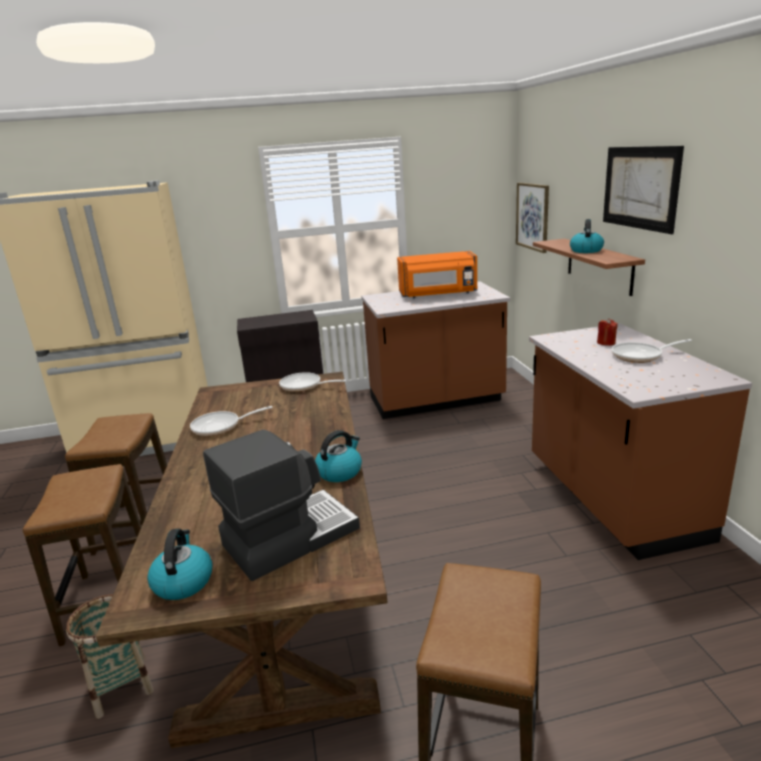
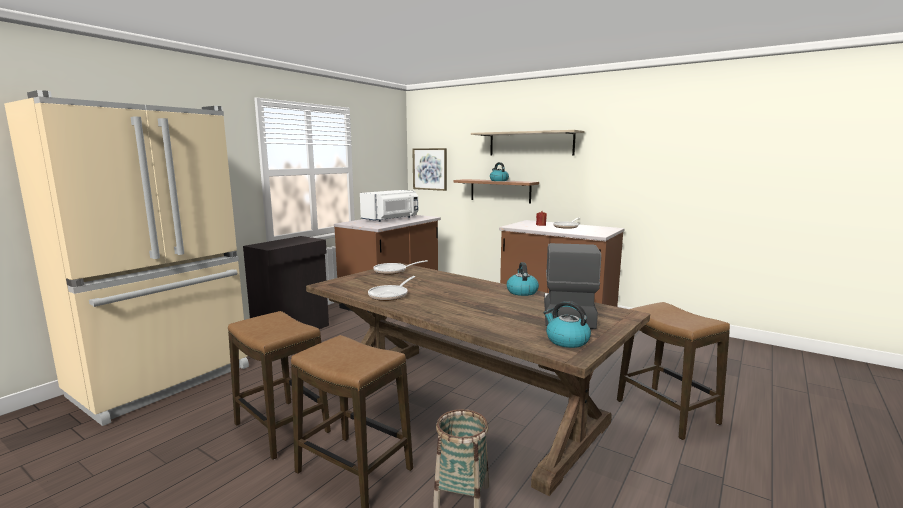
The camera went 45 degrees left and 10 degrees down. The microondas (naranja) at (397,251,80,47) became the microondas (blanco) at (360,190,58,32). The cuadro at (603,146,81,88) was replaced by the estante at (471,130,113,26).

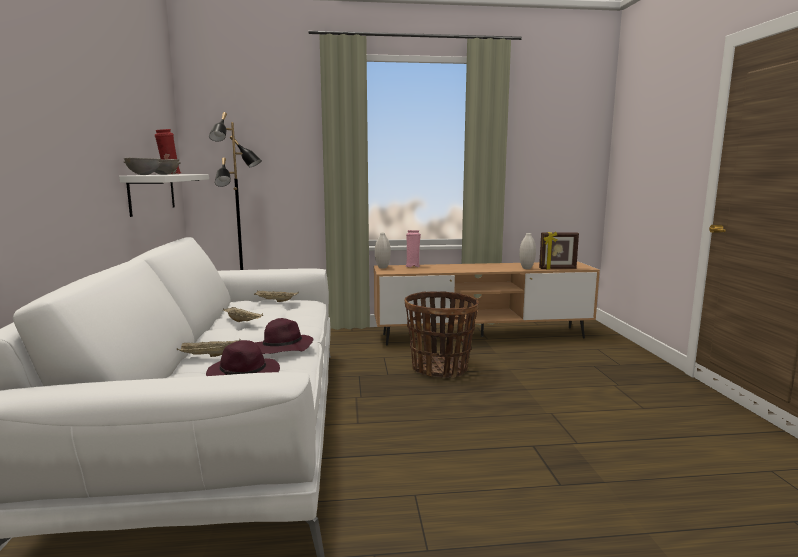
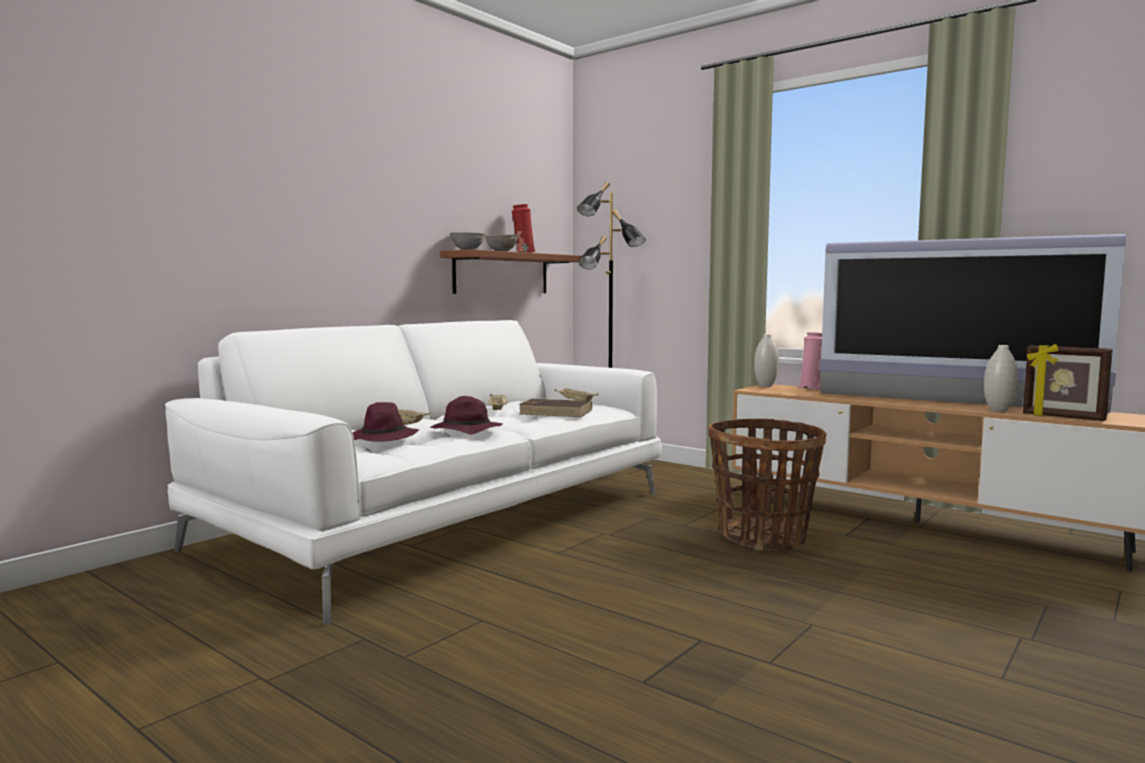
The camera went 45 degrees right and 5 degrees down. The estante (blanco) at (119,174,90,43) became the estante (marrón) at (440,249,142,45). The libro (marrón) at (519,399,73,18) appeared. The televisor at (819,234,307,179) appeared.

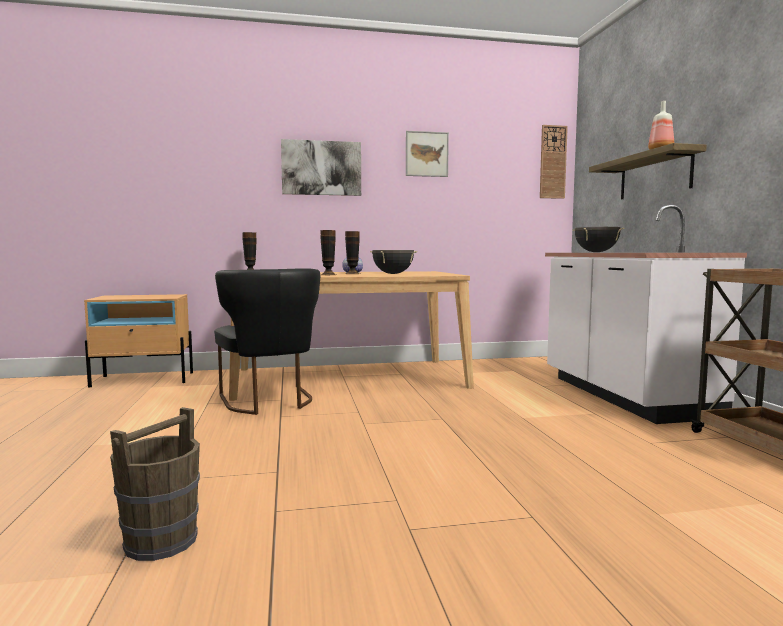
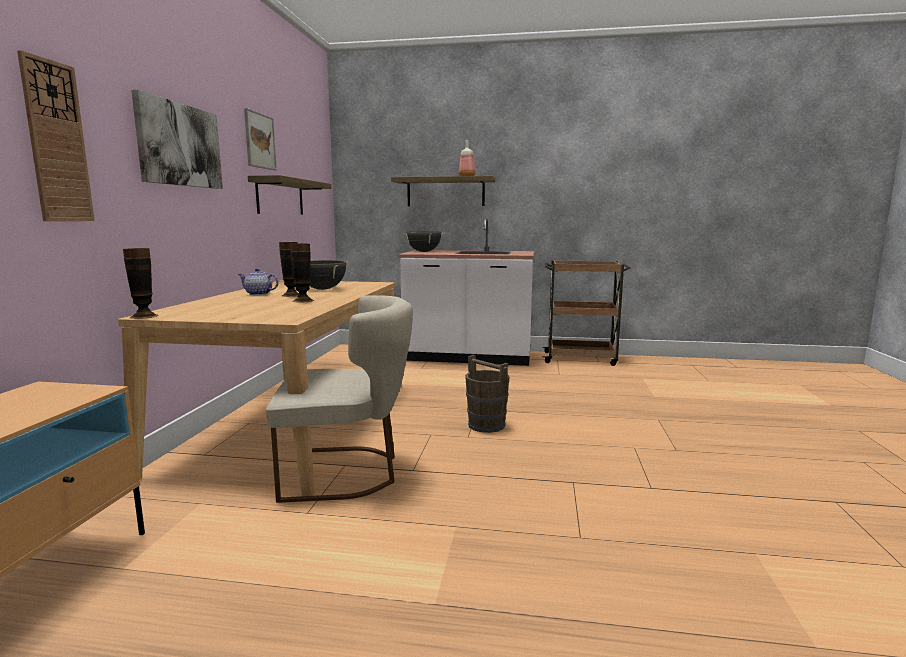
The camera went 70 degrees left and 5 degrees up. The reloj de pared moved from (540,125,28,74) to (17,50,78,171). The estante at (248,175,84,40) appeared. The silla (negro) at (214,268,106,147) became the silla (beis) at (266,296,147,207). The cubo (marrón) moved from (110,407,90,154) to (465,355,44,78).

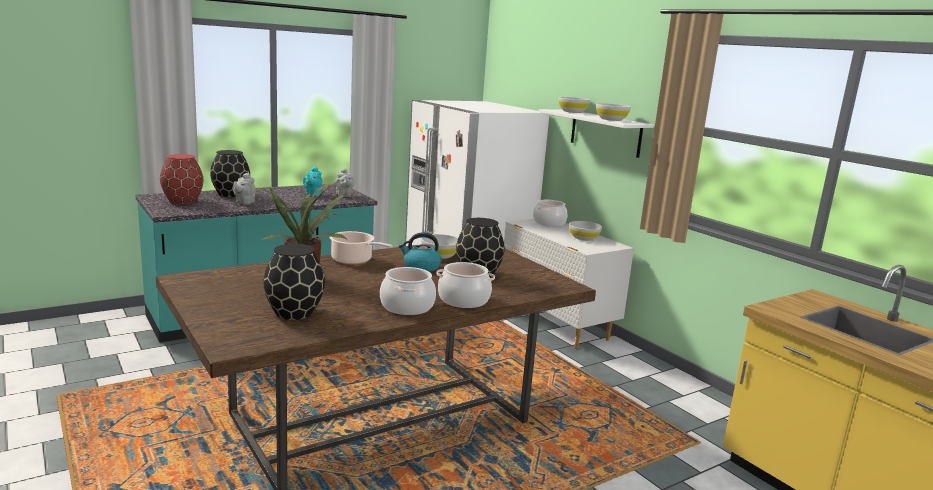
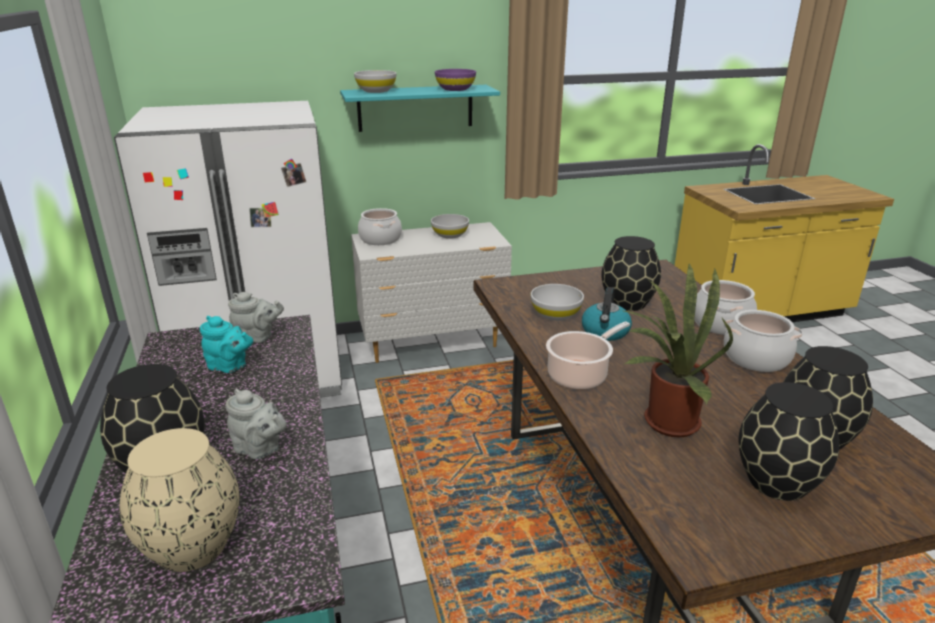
The camera went 70 degrees left and 10 degrees up. The florero (rojo) at (160,154,43,50) became the florero (beis) at (120,428,119,144). The estante (blanco) at (539,109,115,49) became the estante (turquesa) at (340,85,160,47). The cuenco (blanco) at (596,103,35,18) became the cuenco (morado) at (435,69,41,22). The florero (negro) at (739,382,100,119) appeared.

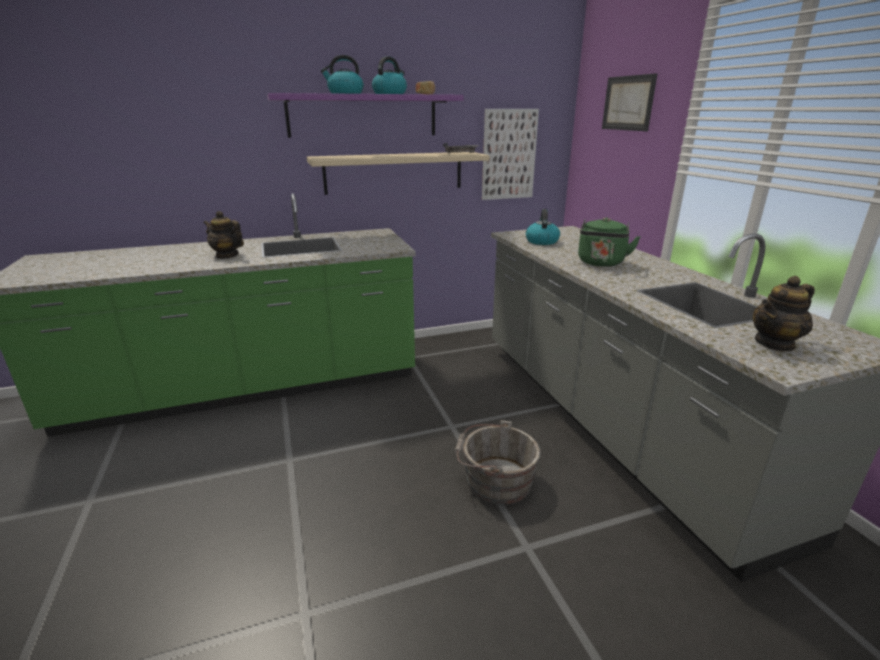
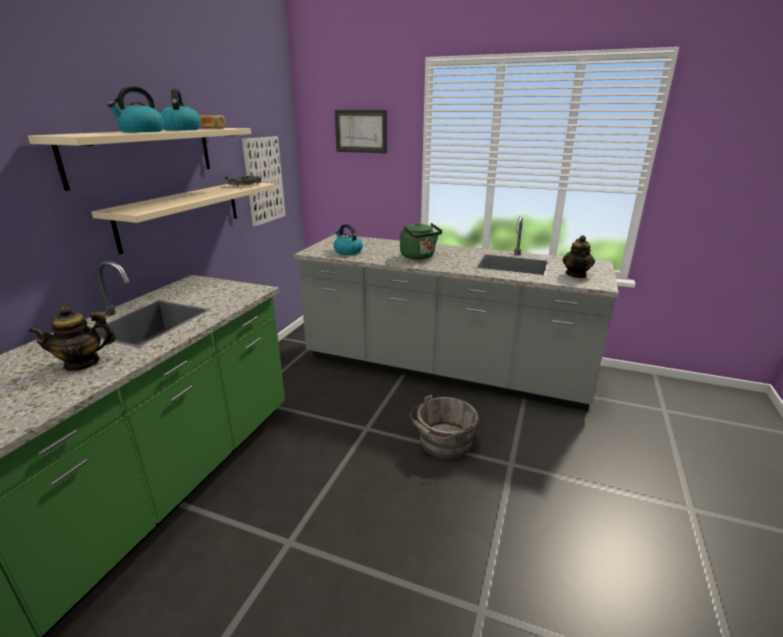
The camera went 50 degrees left and 0 degrees up. The estante (morado) at (267,93,197,45) became the estante (beis) at (28,128,223,63).

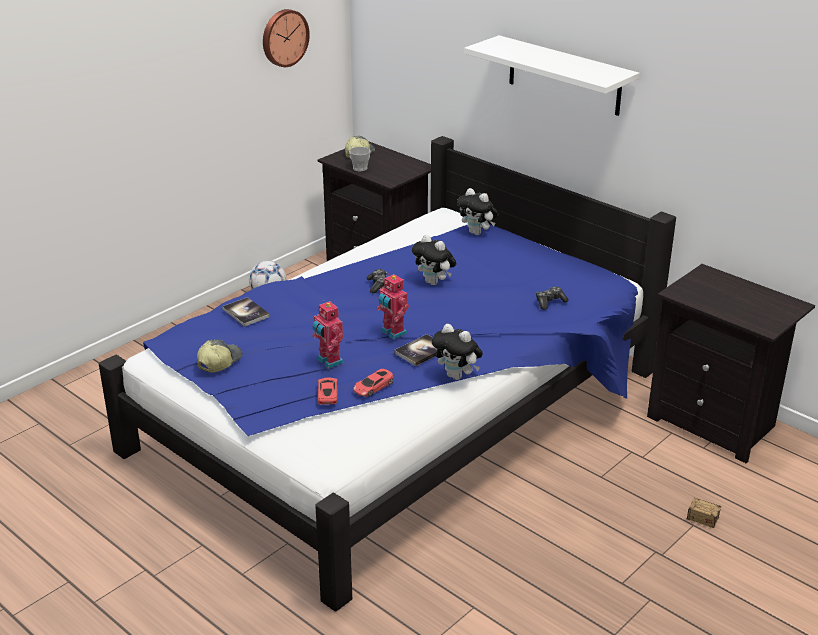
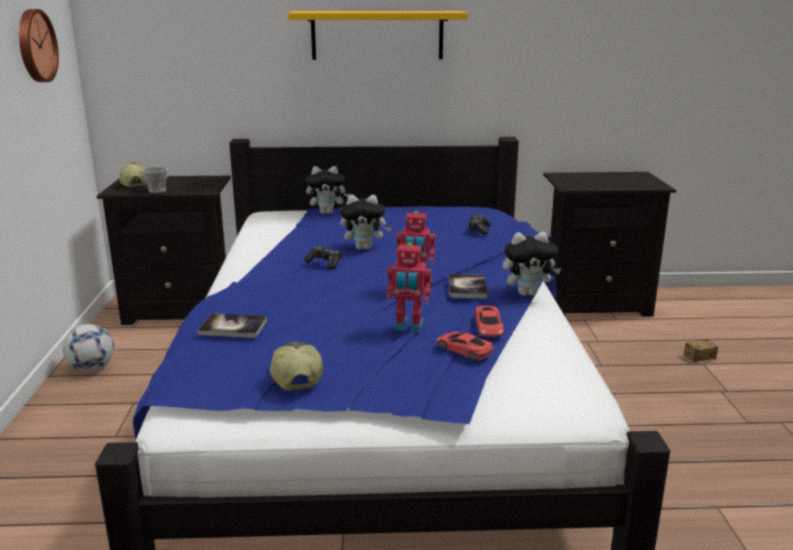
The camera went 45 degrees left and 10 degrees down. The estante (blanco) at (464,35,176,81) became the estante (amarillo) at (288,11,180,49).

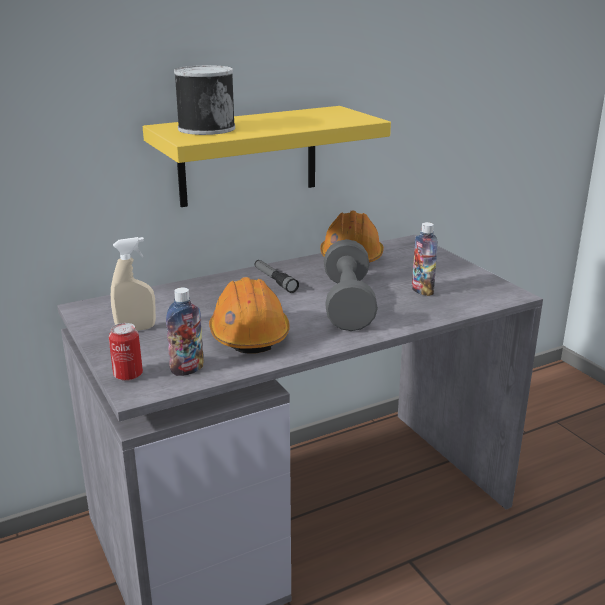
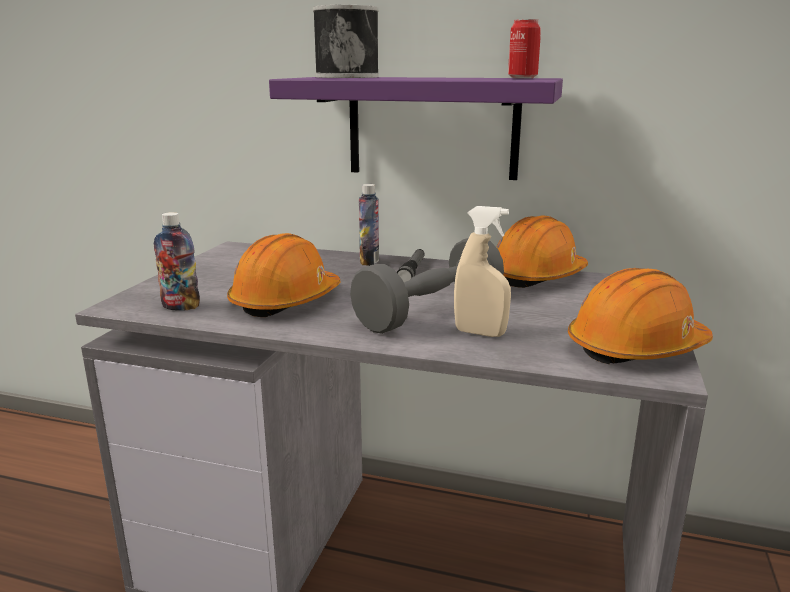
The camera went 45 degrees right and 5 degrees down. The estante (amarillo) at (143,106,248,101) became the estante (morado) at (269,77,294,103). The botella moved from (412,222,26,74) to (359,184,20,82). The pulverizador (beis) moved from (111,237,45,94) to (454,206,57,131). The lata moved from (109,323,34,58) to (508,19,33,59). The casco (naranja) at (568,268,145,96) appeared.

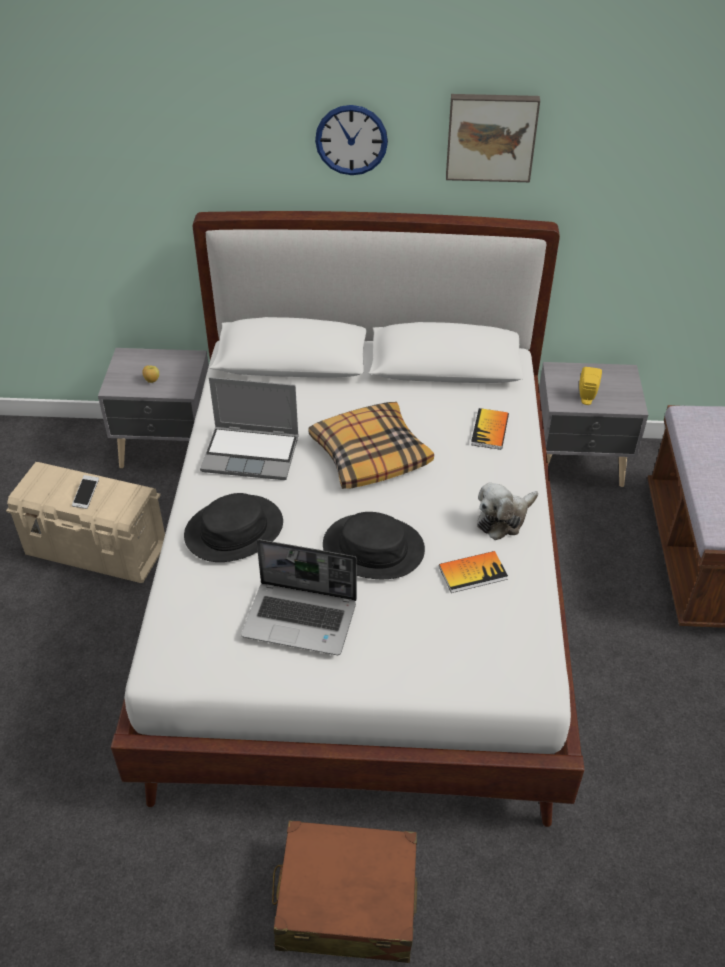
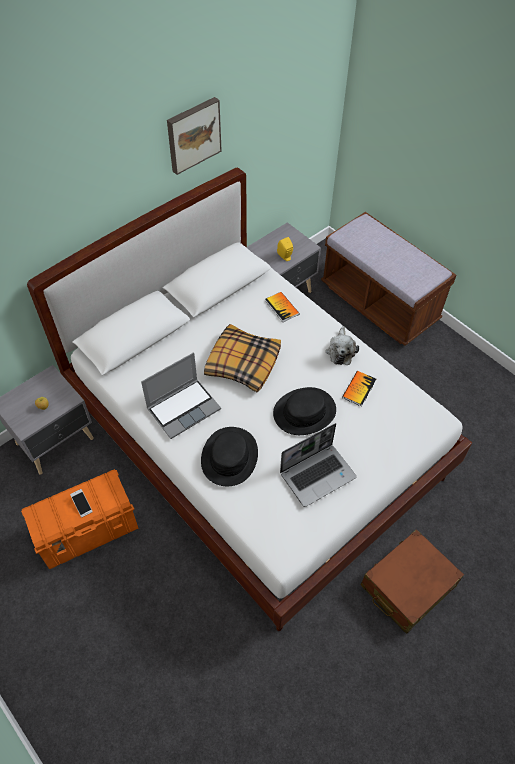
The camera went 45 degrees left and 10 degrees up. The caja de almacenaje (beis) at (6,462,159,121) became the caja de almacenaje (naranja) at (21,469,117,100). The reloj de pared at (315,105,73,70) disappeared.

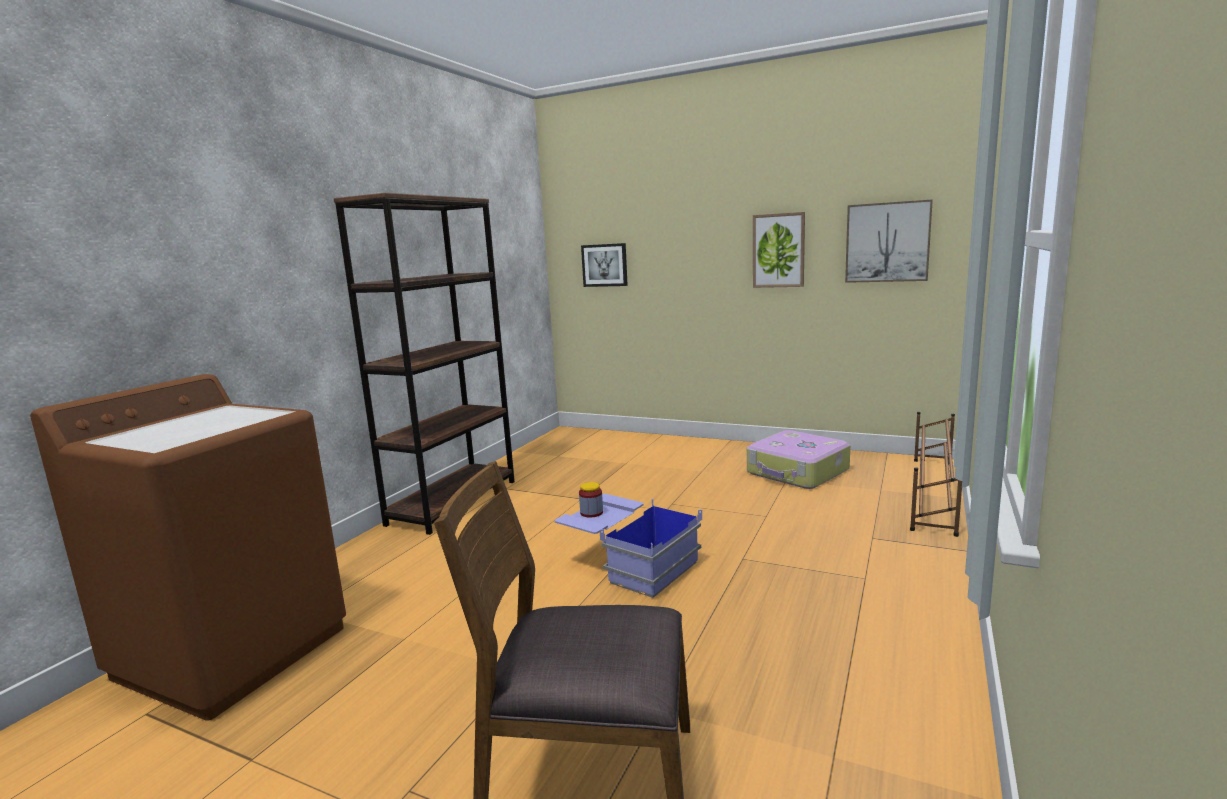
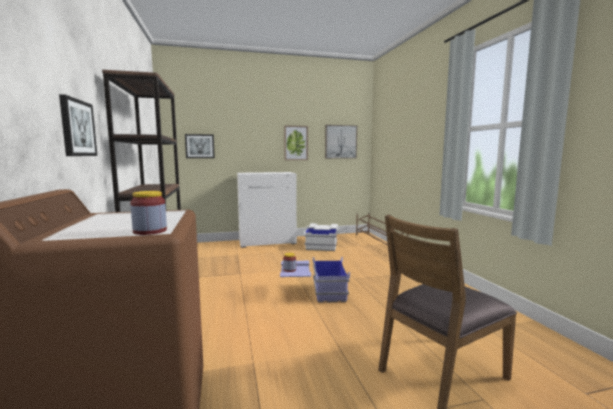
The camera went 40 degrees left and 5 degrees down. The cuadro at (59,94,38,62) appeared. The tarro at (130,191,37,44) appeared. The armario (blanco) at (237,172,60,76) appeared. The maleta at (747,430,103,59) was replaced by the caja de almacenaje (blanco) at (304,223,34,28).

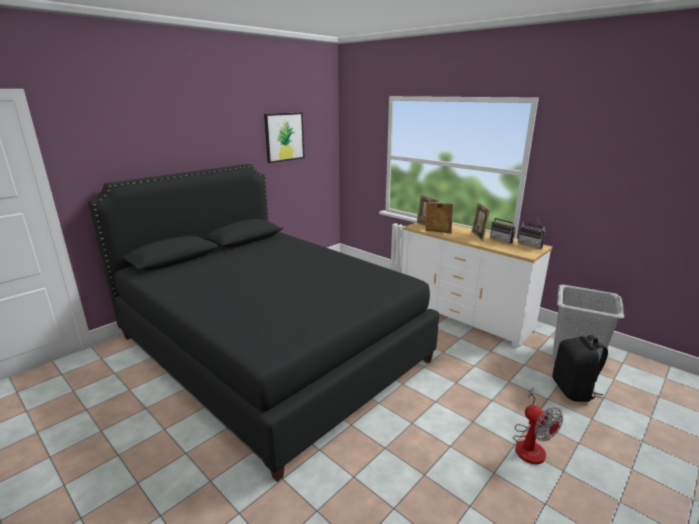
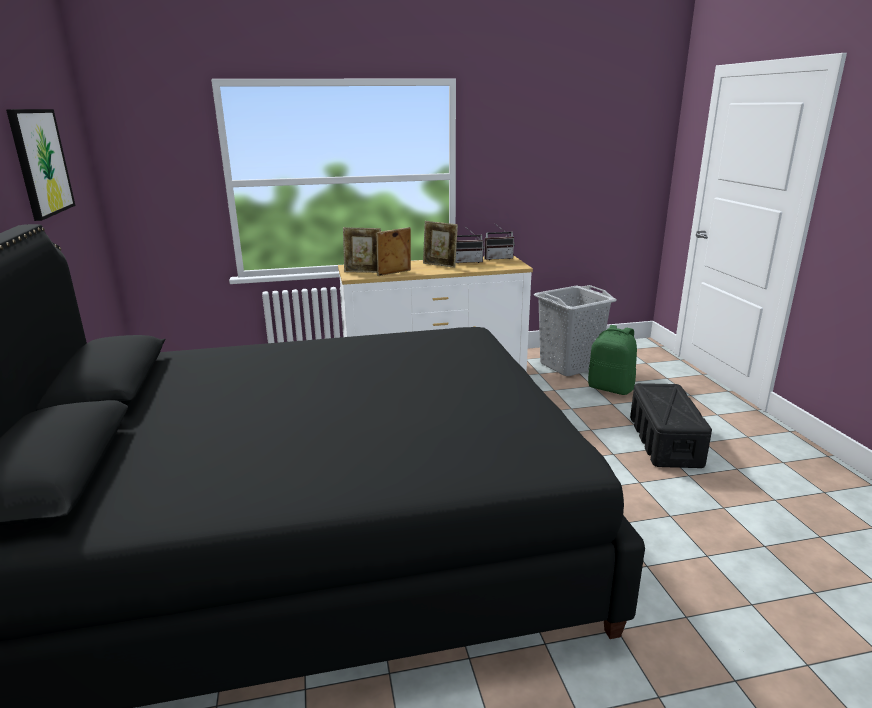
The camera went 55 degrees left and 0 degrees up. The mochila (negro) at (552,335,56,67) became the mochila (verde) at (588,325,49,70). The ventilador at (513,388,50,76) was replaced by the caja de almacenaje (negro) at (630,383,82,85).

